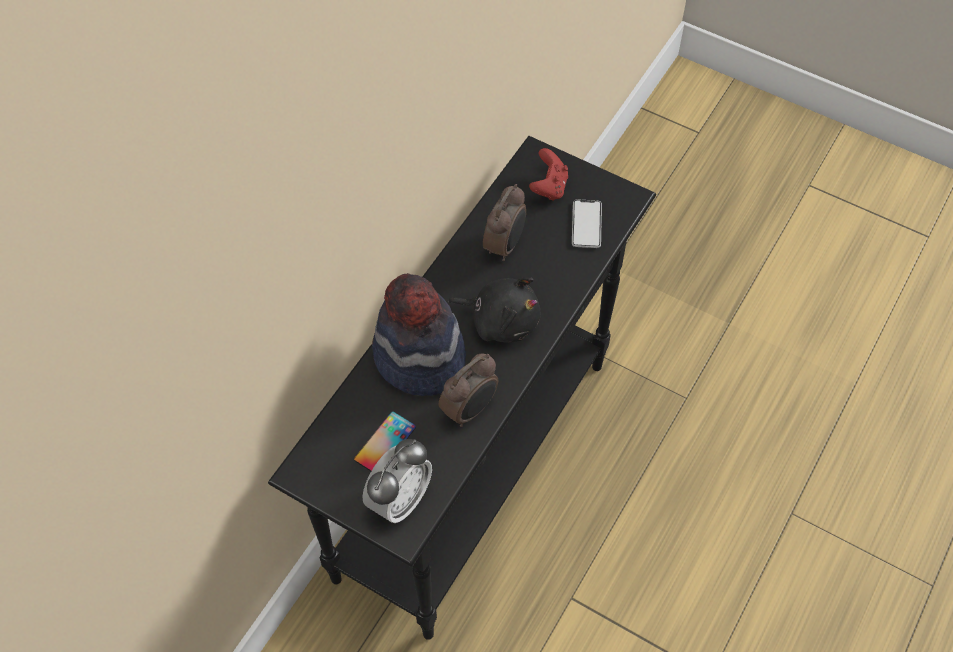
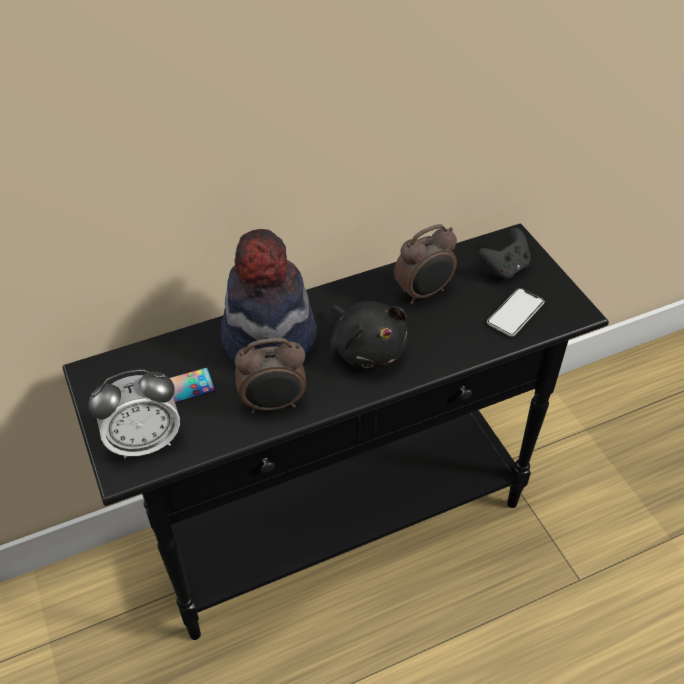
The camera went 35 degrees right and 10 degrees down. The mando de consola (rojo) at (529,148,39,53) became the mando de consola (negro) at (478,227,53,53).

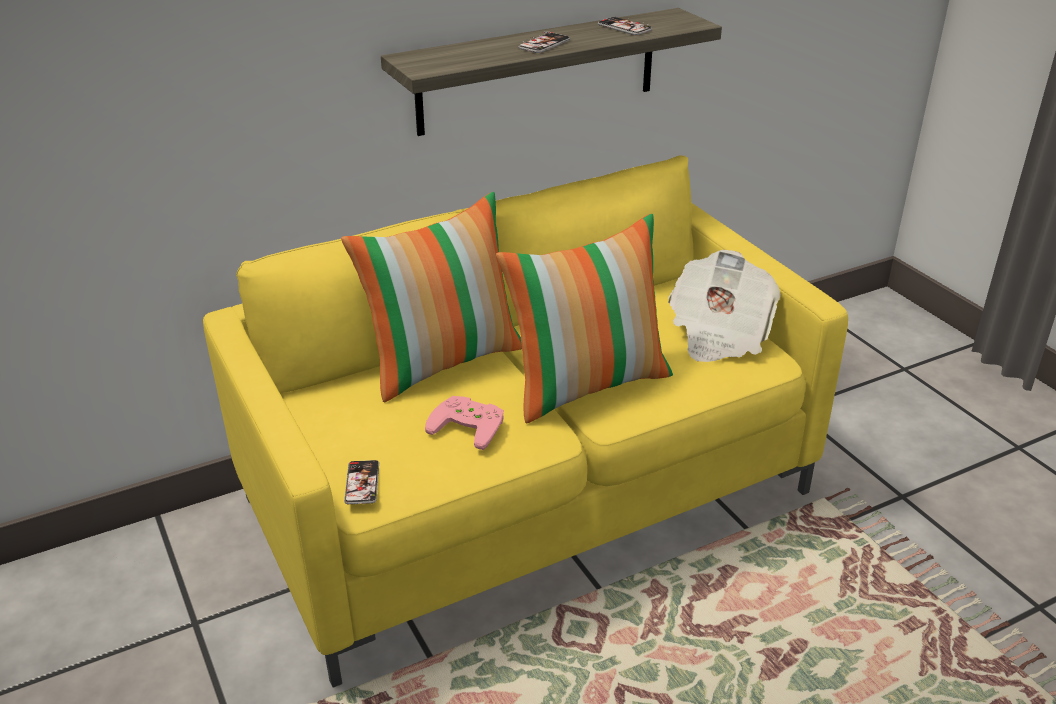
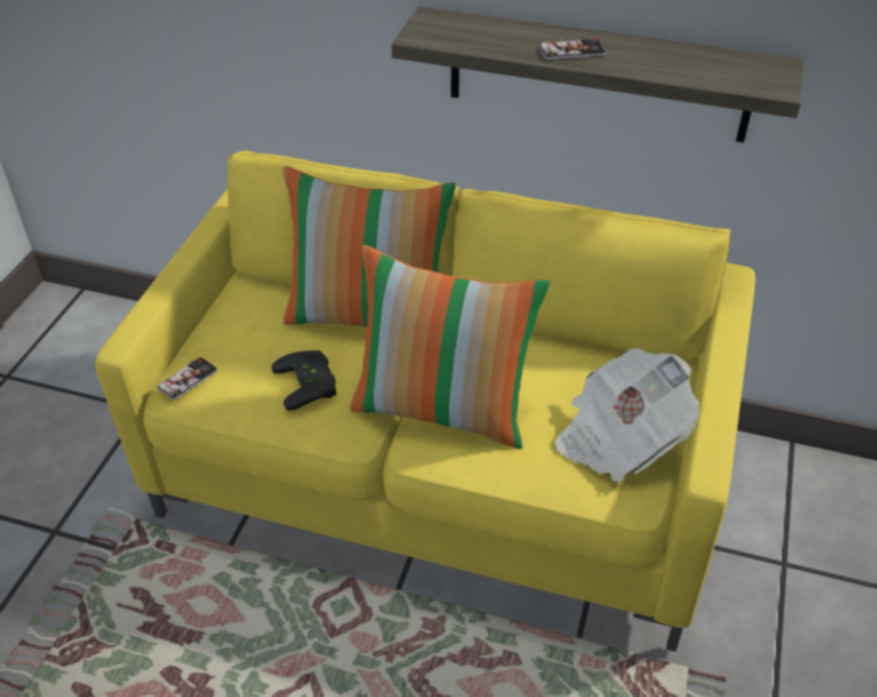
The camera went 45 degrees right and 10 degrees up. The mando de consola (rosa) at (425,396,79,54) became the mando de consola (negro) at (272,350,64,61). The móvil at (598,16,54,19) disappeared.

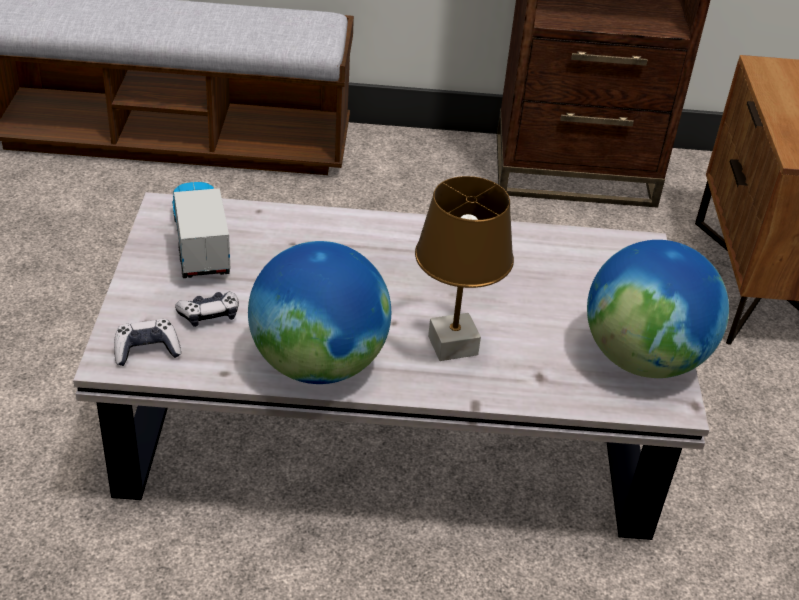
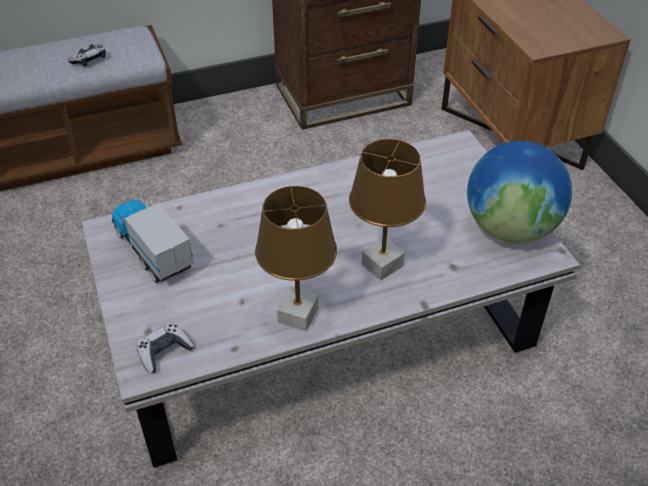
The camera went 20 degrees left and 5 degrees up. The mando de consola moved from (175,292,64,35) to (68,44,38,22). The globo terráqueo at (248,241,143,143) was replaced by the lámpara de mesa (marrón) at (255,186,82,145).

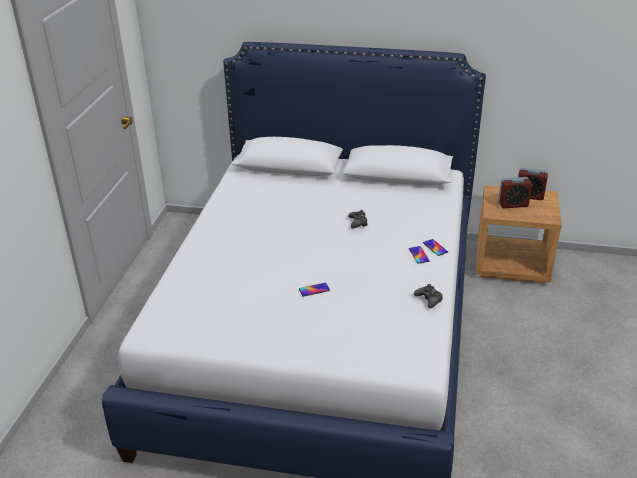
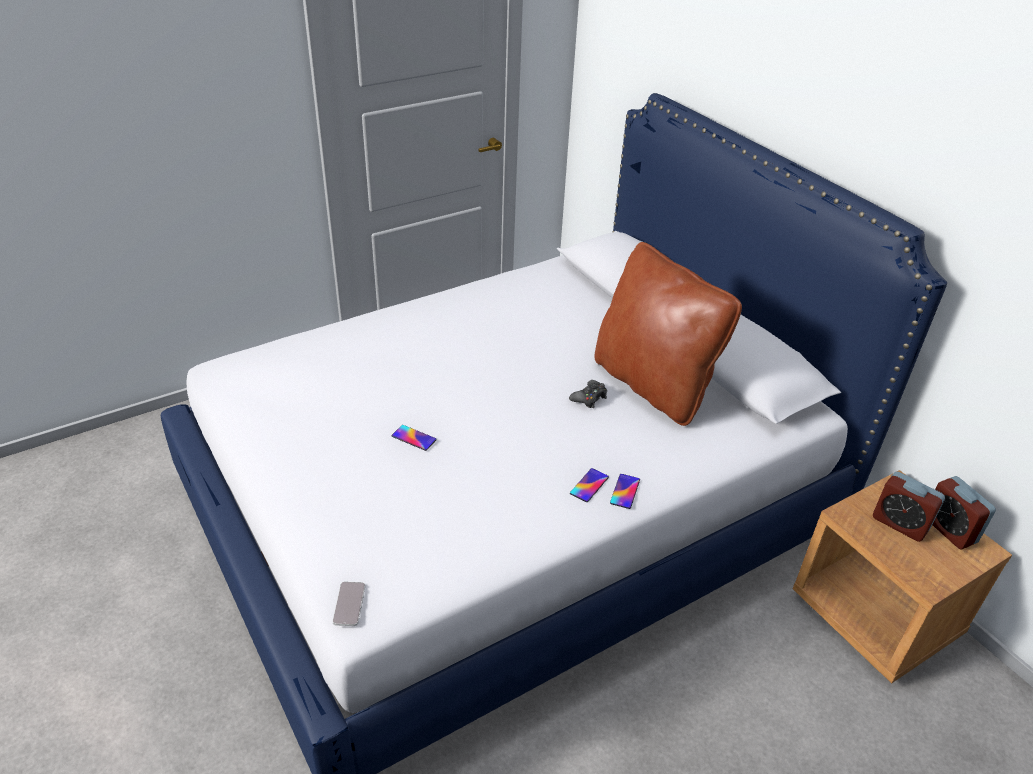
The camera went 45 degrees right and 5 degrees up. The móvil at (332,581,33,45) appeared. The cojín (marrón) at (595,242,147,184) appeared. The mando de consola (negro) at (414,284,29,24) disappeared.

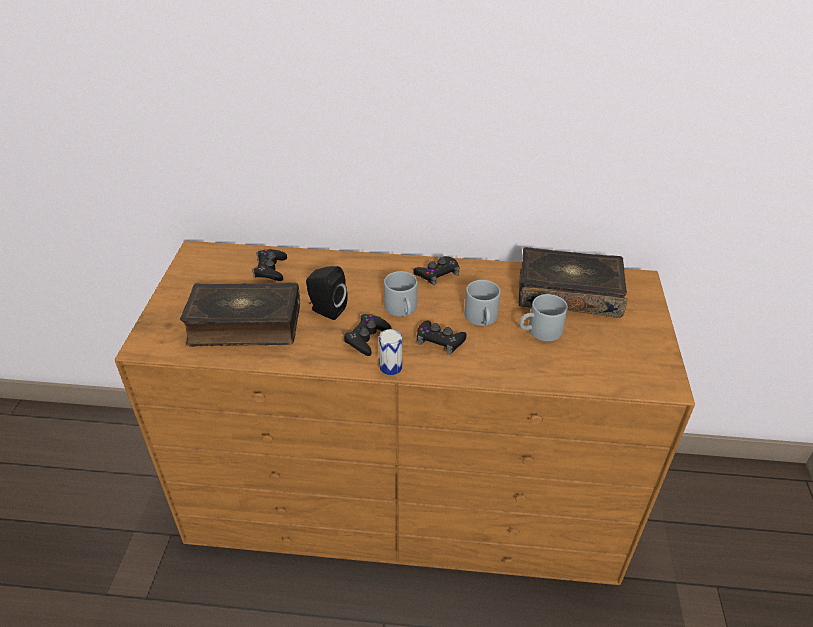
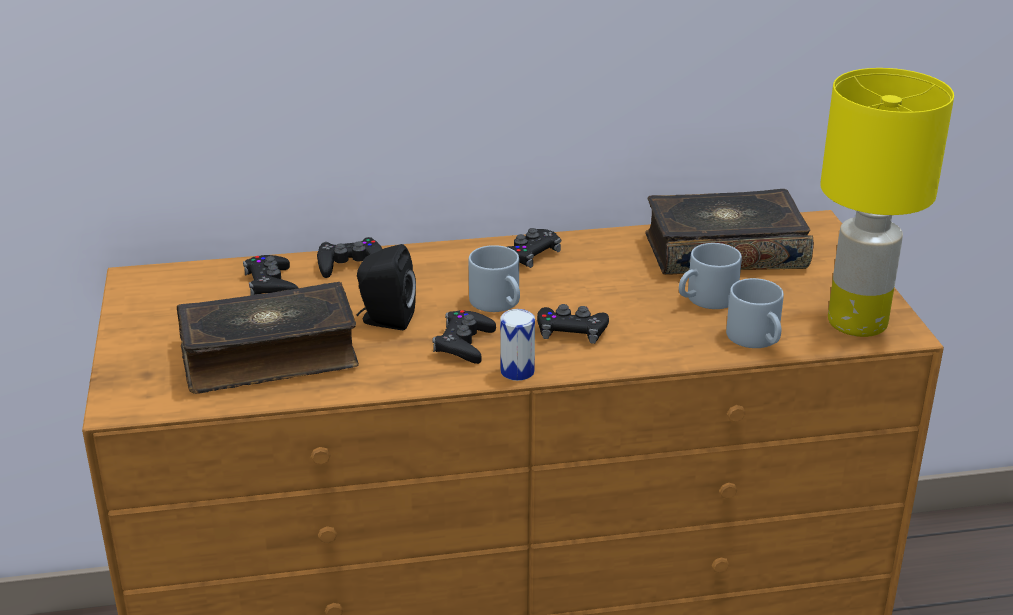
The camera went 15 degrees left and 10 degrees down. The mando de consola (negro) at (317,237,65,41) appeared. The taza grande (gris) moved from (464,280,36,46) to (726,278,58,70). The lámpara de mesa (amarillo) at (820,68,134,269) appeared.

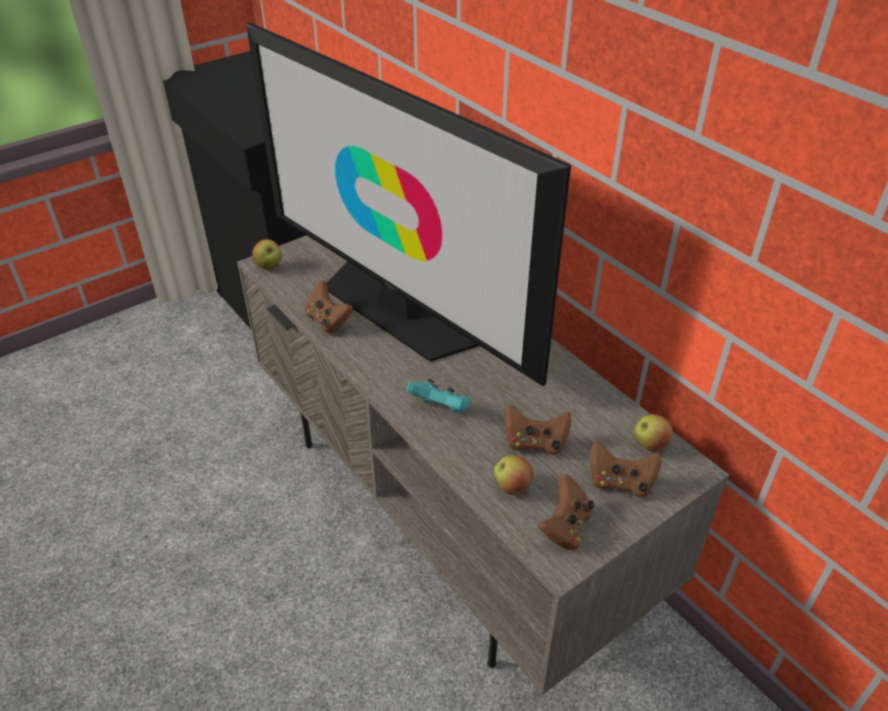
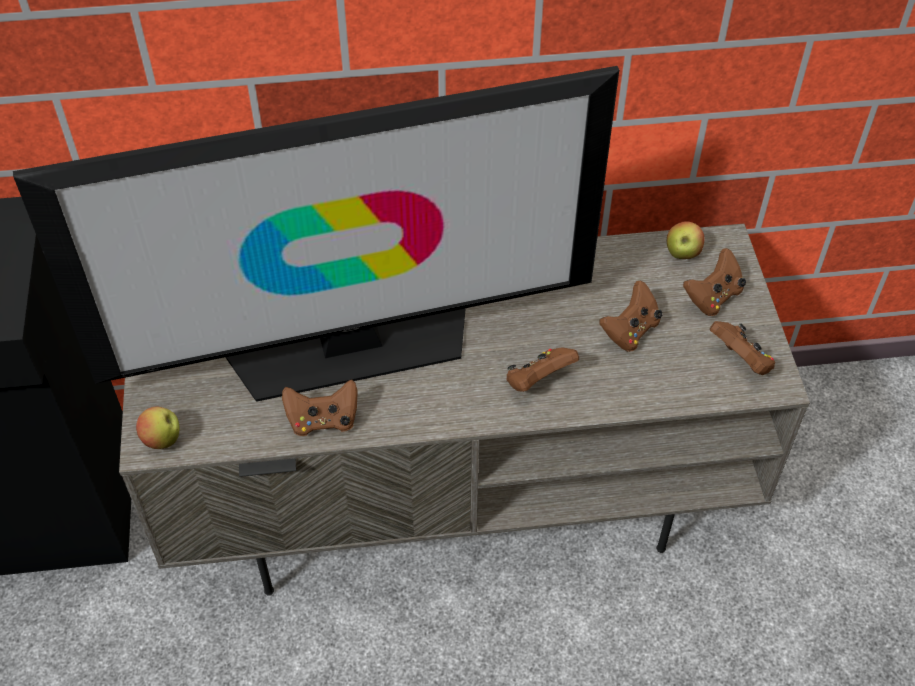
The camera went 60 degrees left and 10 degrees up. The mando de consola (turquesa) at (407,379,63,35) became the mando de consola (marrón) at (506,347,73,45). The manzana at (494,455,40,40) disappeared.

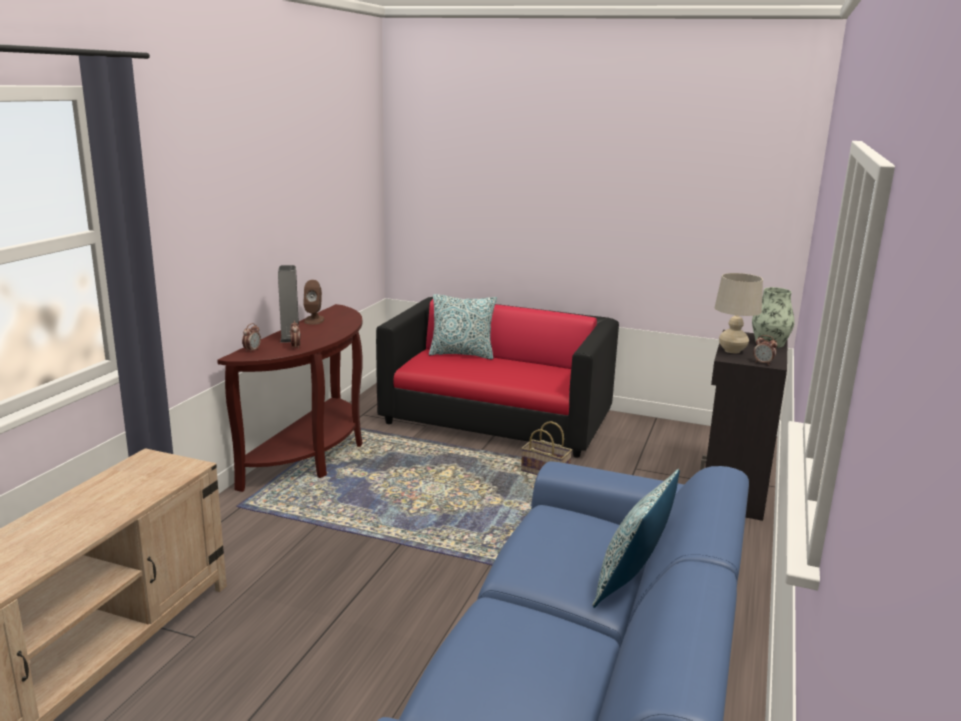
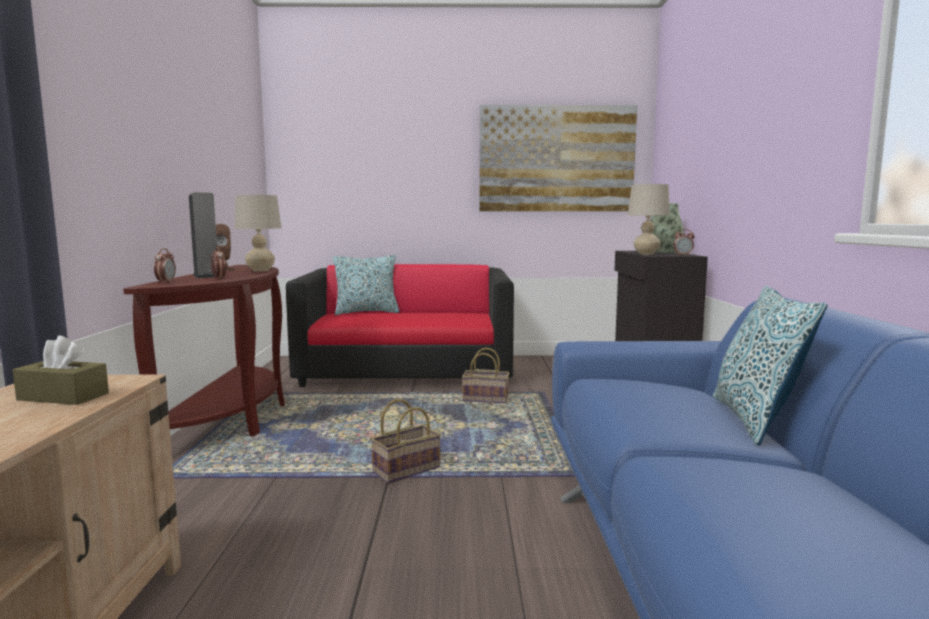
The camera went 20 degrees left and 10 degrees down. The caja de pañuelos (marrón) at (13,335,96,70) appeared. The lámpara de mesa (beis) at (235,195,47,76) appeared. The cesta at (371,399,70,85) appeared. The cuadro at (479,105,158,106) appeared.

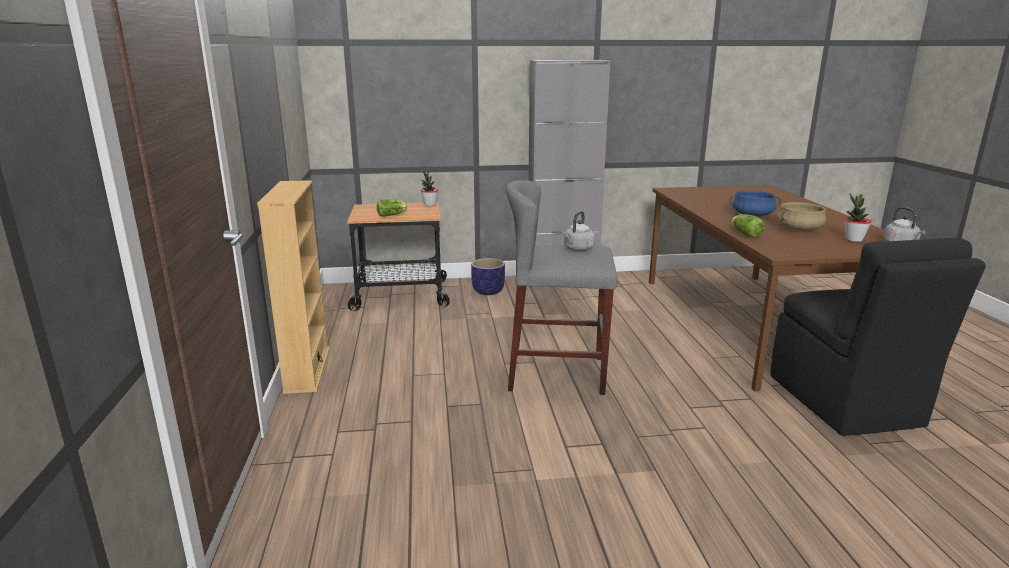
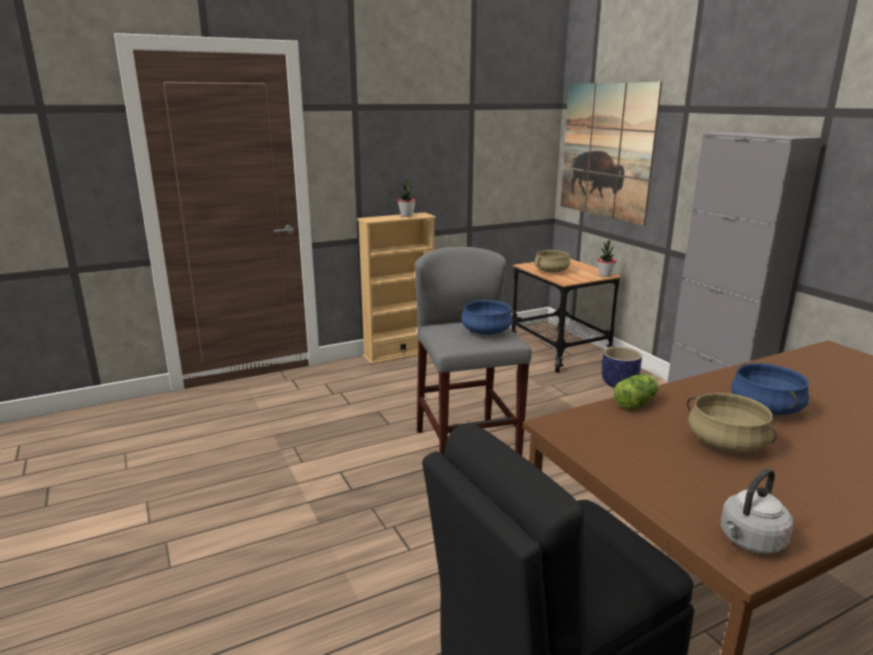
The camera went 70 degrees right and 0 degrees up. The planta en maceta moved from (845,193,27,49) to (397,179,19,38). The hervidor (gris) at (564,211,31,40) was replaced by the olla (azul) at (456,300,61,35). The lechuga at (377,199,30,18) was replaced by the olla (beis) at (534,250,36,23). The cuadro at (560,81,102,145) appeared.

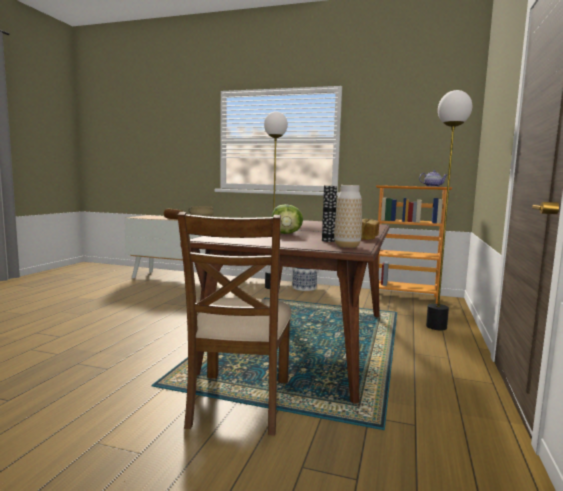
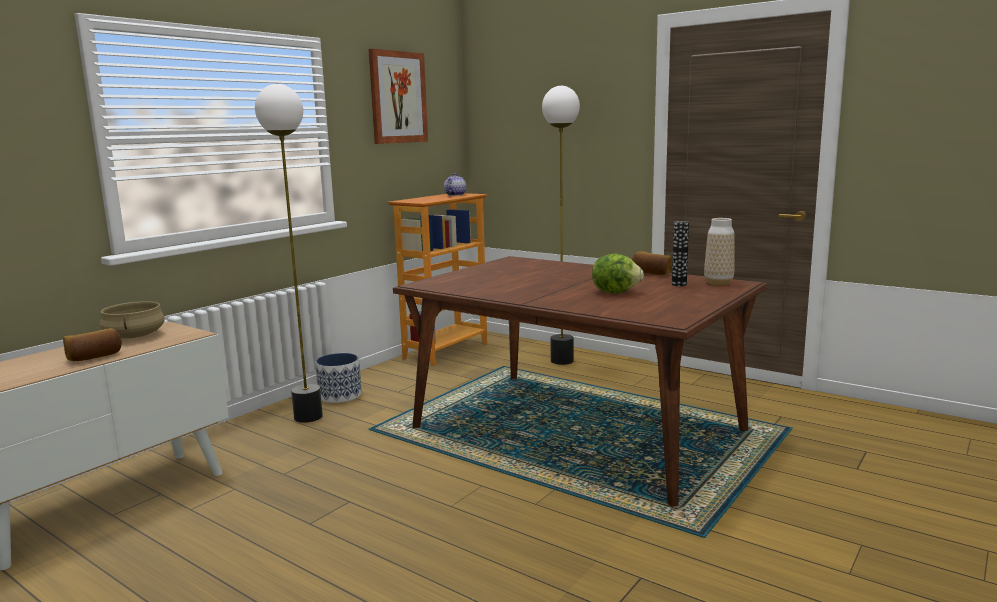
The camera went 70 degrees left and 5 degrees up. The cuadro at (368,49,60,95) appeared. The silla (marrón) at (177,212,115,224) disappeared.

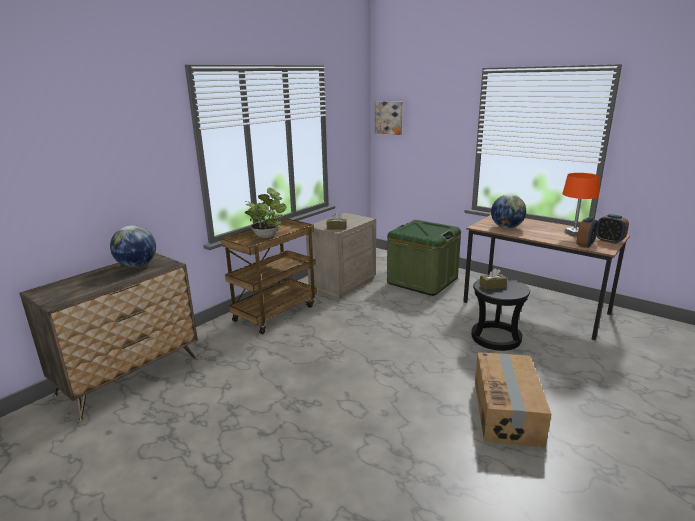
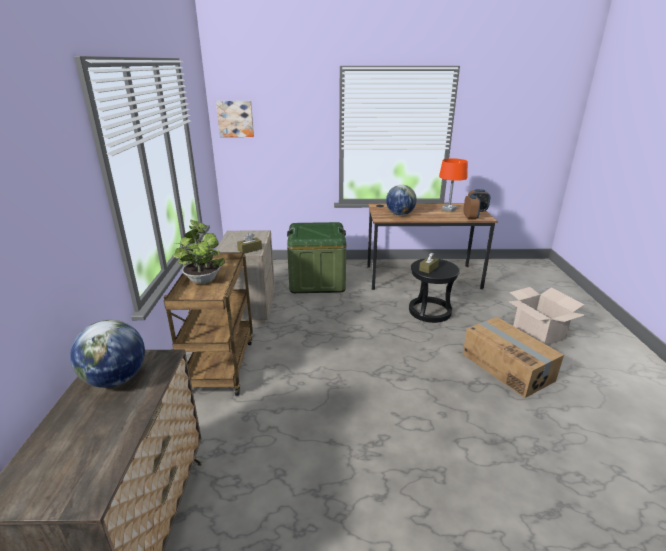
The camera went 40 degrees left and 5 degrees up. The caja de cartón at (509,287,76,58) appeared.

